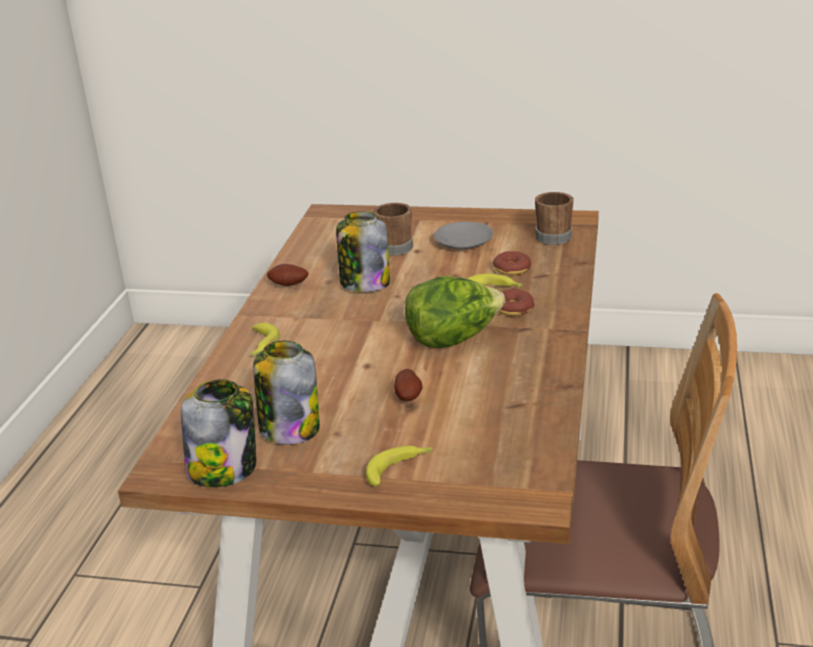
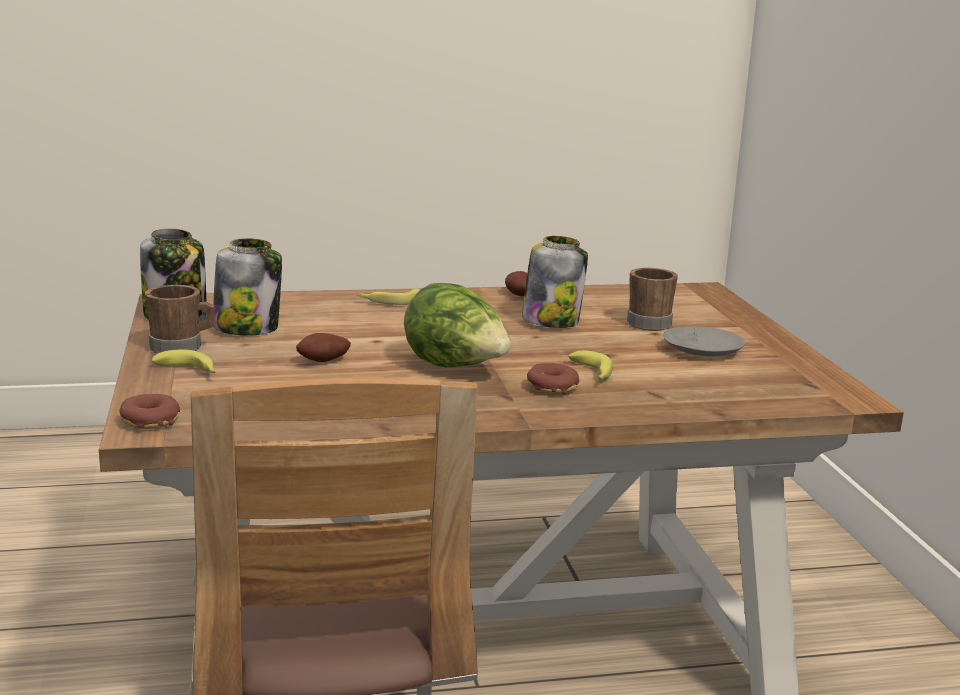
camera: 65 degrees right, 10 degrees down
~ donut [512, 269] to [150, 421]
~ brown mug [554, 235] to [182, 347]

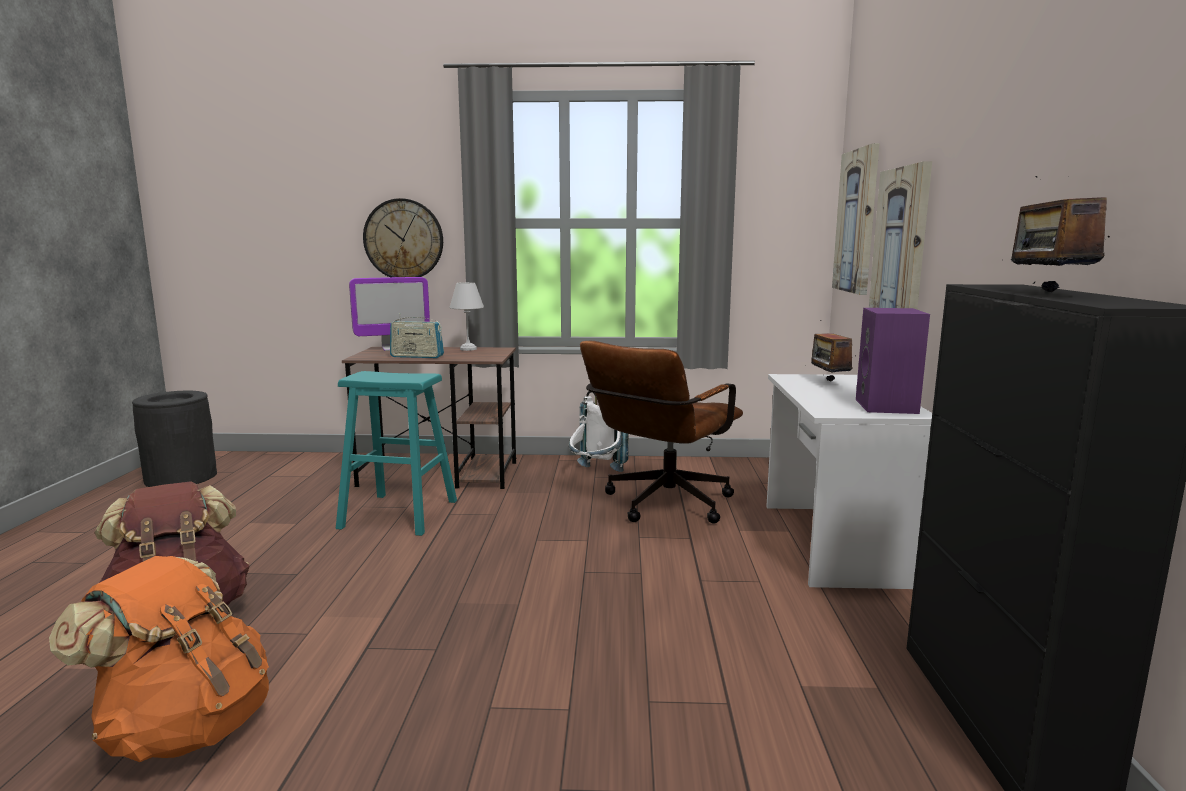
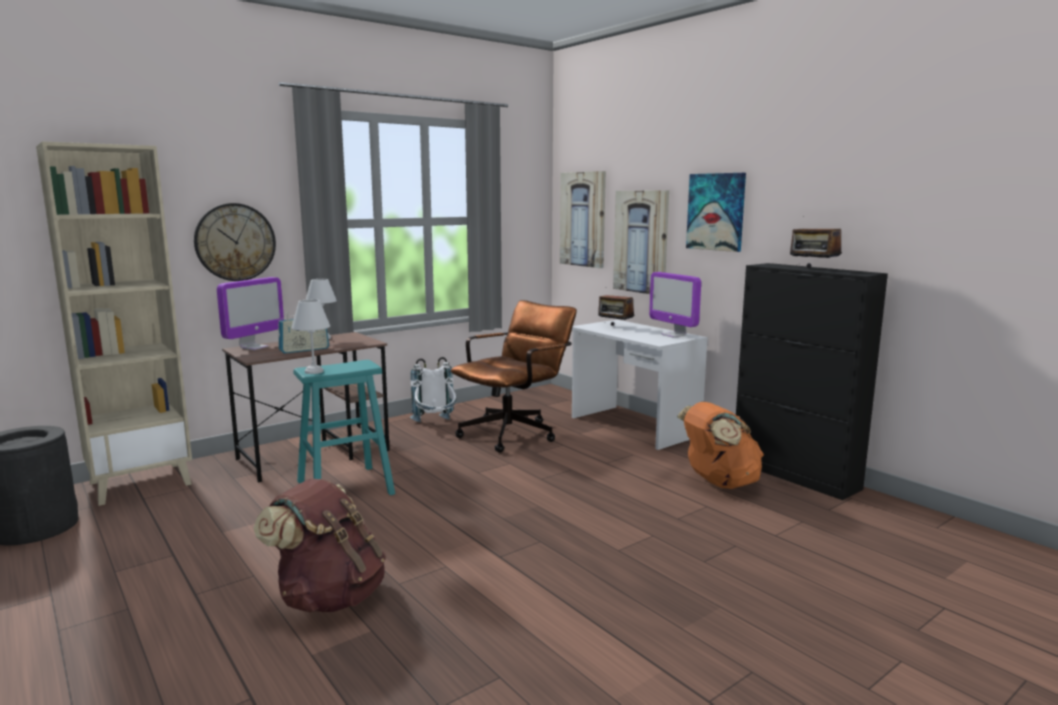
camera: 40 degrees left, 0 degrees up
~ orange backpack [185, 728] to [719, 483]
~ brown office chair [661, 506] = [514, 432] 135 degrees counterclockwise
~ purple speaker [888, 407] to monitor [673, 335]
+ beige bookcase [141, 483]
+ white table lamp [313, 371]
+ picture [716, 212]

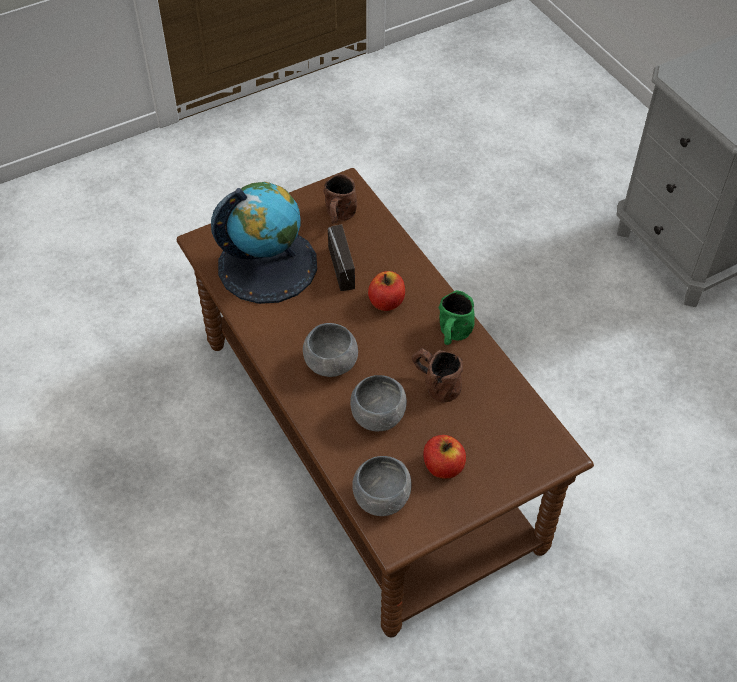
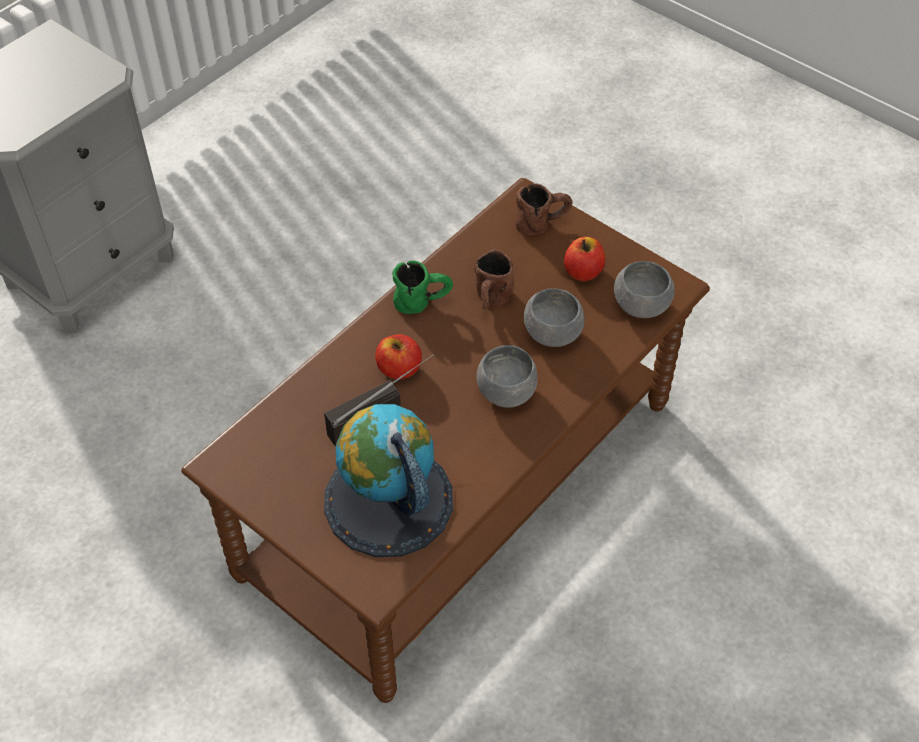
camera: 110 degrees left, 0 degrees up
~ brown mug [339, 217] to [542, 223]

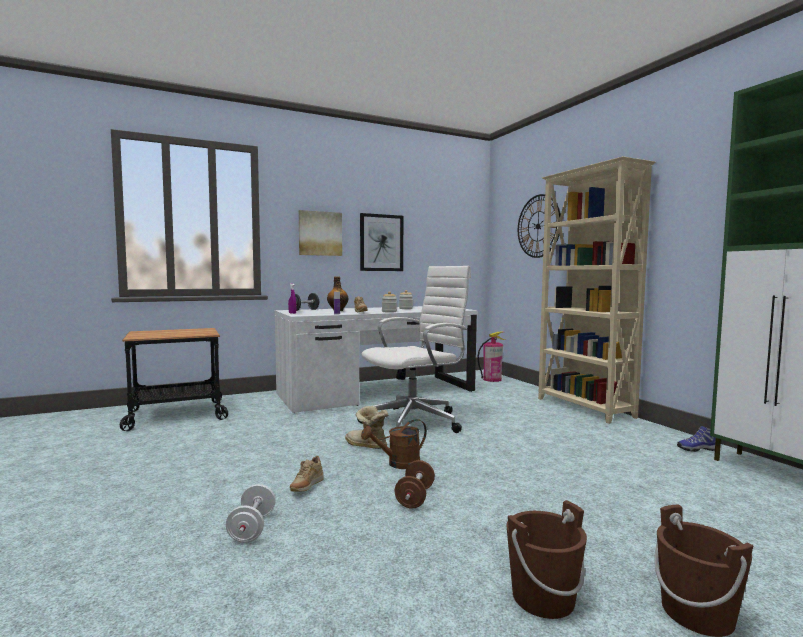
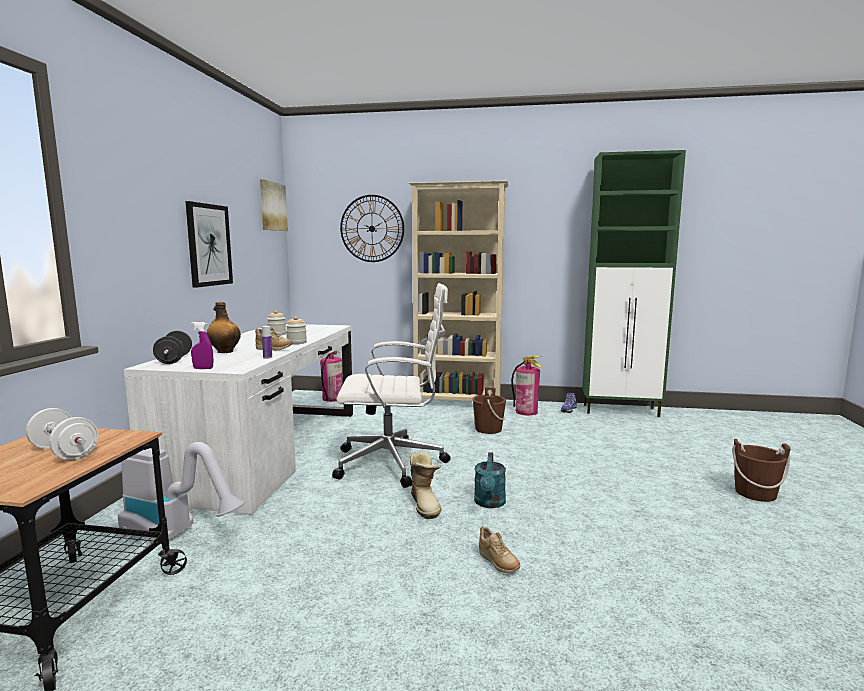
camera: 55 degrees left, 5 degrees up
~ white dumbbell [252, 528] to [64, 452]
~ picture [320, 233] to [272, 206]
~ boot [366, 446] = [426, 504] 90 degrees counterclockwise
~ white office chair [415, 422] = [393, 463] 90 degrees clockwise
~ brown watering can [398, 464] to turquoise watering can [489, 503]
- brown dumbbell [415, 498]
~ brown bucket [543, 597] to [488, 429]
+ vacuum cleaner [177, 534]
+ fire extinguisher [526, 412]

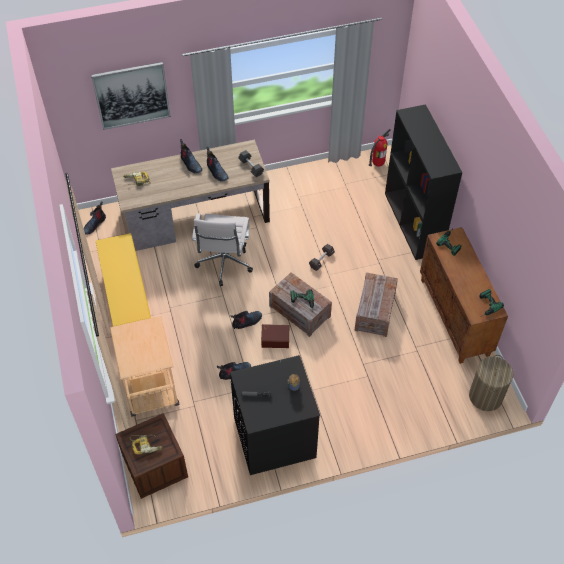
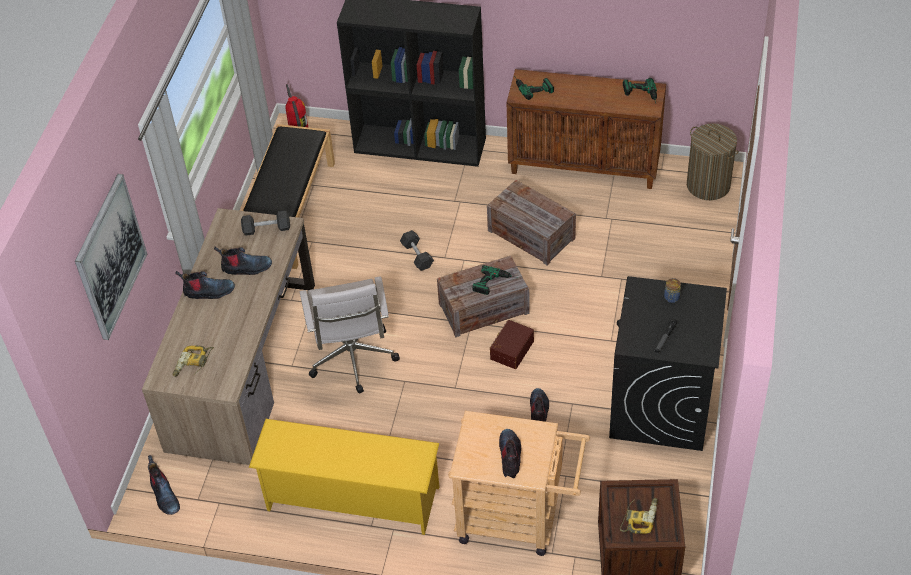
camera: 60 degrees left, 5 degrees down
~ white office chair [224, 265] = [353, 361] 45 degrees clockwise
~ boot [247, 322] to [510, 456]
+ black bench [289, 210]

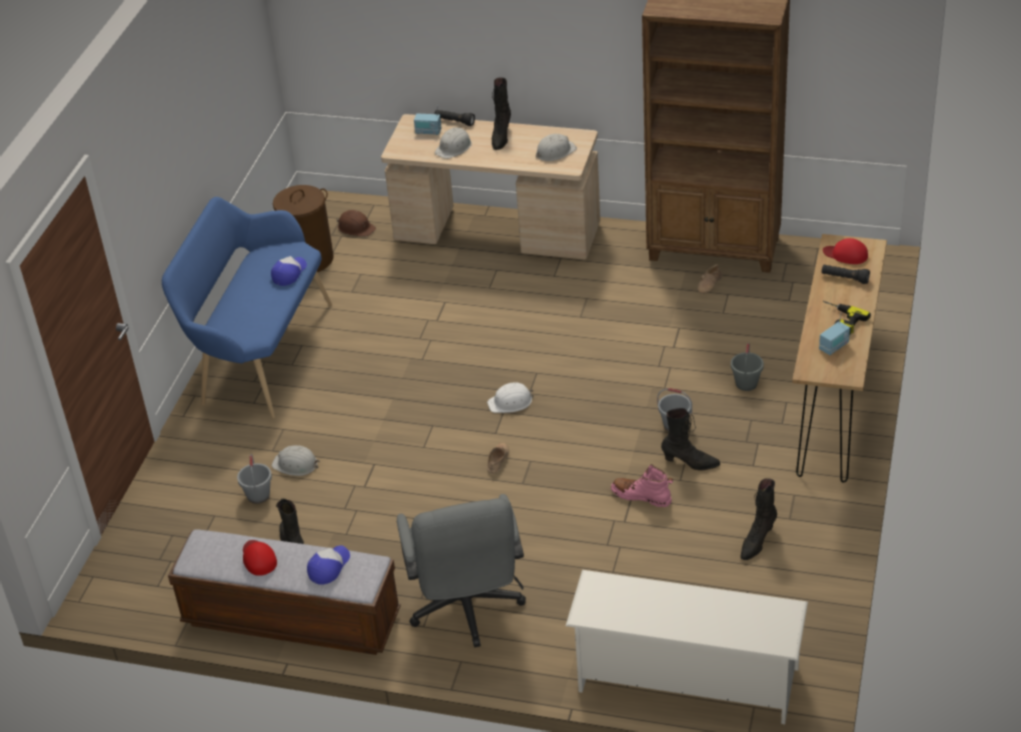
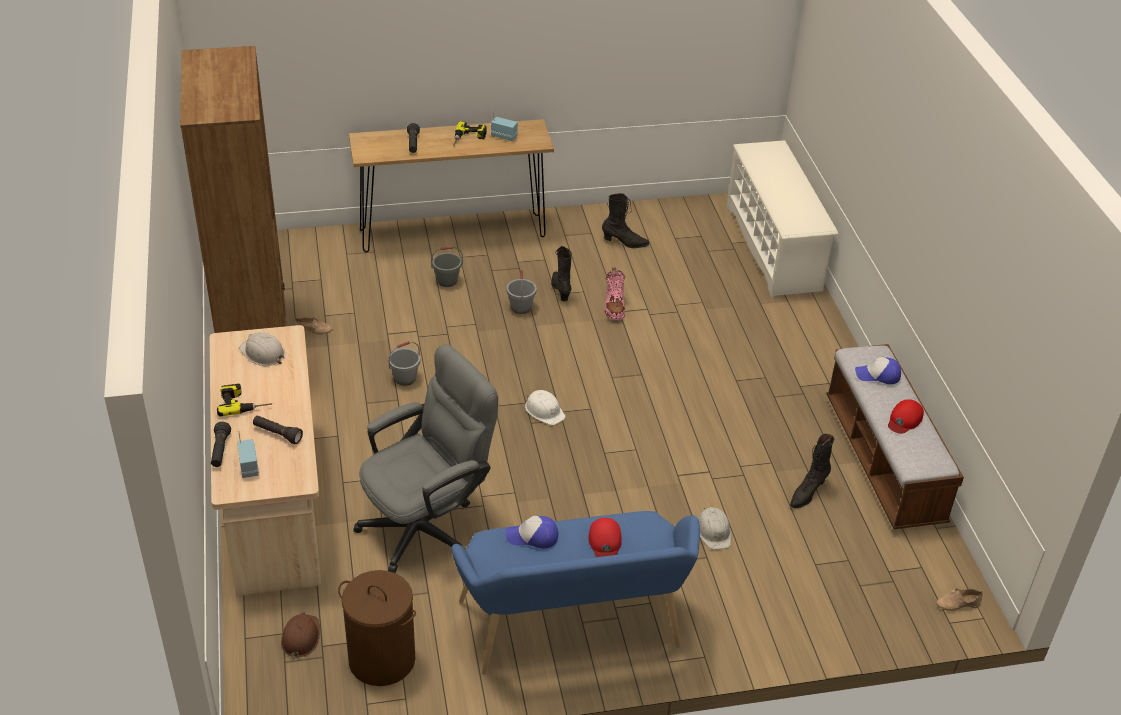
camera: 120 degrees left, 0 degrees up
~ grey bucket [258, 495] to [405, 378]
~ grey office chair [467, 610] to [428, 524]
~ white hard hat [454, 147] to black flashlight [277, 434]
~ beige shoe [497, 460] to [958, 604]
~ black boot [501, 137] to power drill [244, 402]
~ red cap [846, 254] to [605, 542]

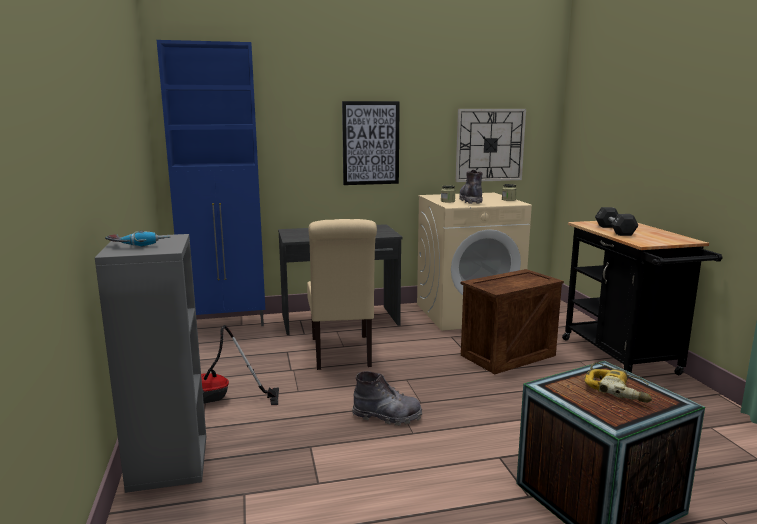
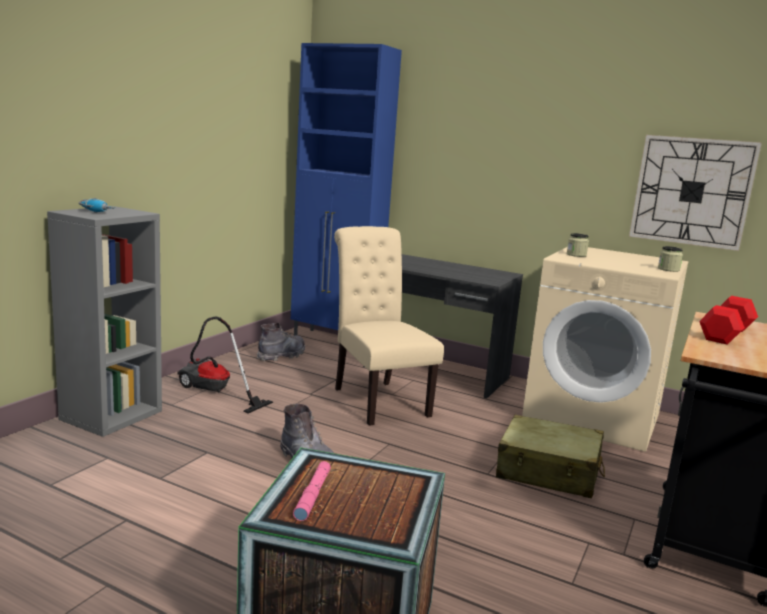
camera: 40 degrees right, 0 degrees up
~ beige chair [342, 354] = [377, 399] 120 degrees clockwise
- picture [370, 143]
~ grey boot [471, 201] to [282, 356]
~ crate [508, 355] to beige suitcase [548, 472]
- power drill [618, 390]
~ black dumbbell [614, 230] to red dumbbell [726, 334]
+ pink flashlight [313, 495]

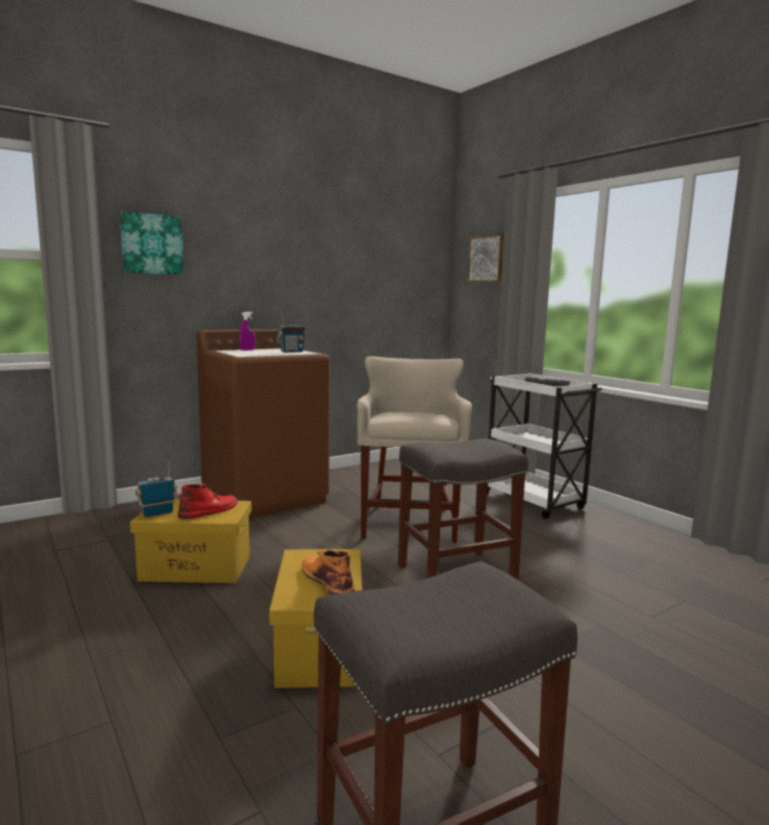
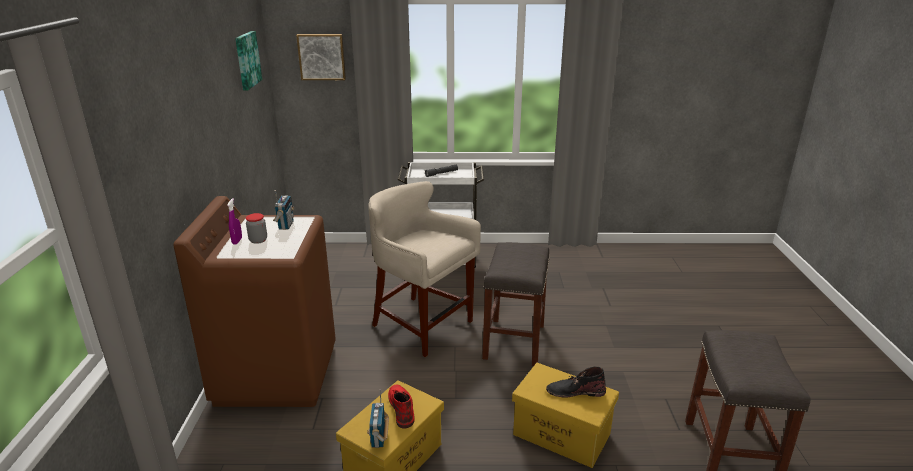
camera: 55 degrees left, 15 degrees up
~ picture [152, 244] to [246, 60]
~ orange boot [327, 580] to black boot [575, 391]
+ jar [258, 240]

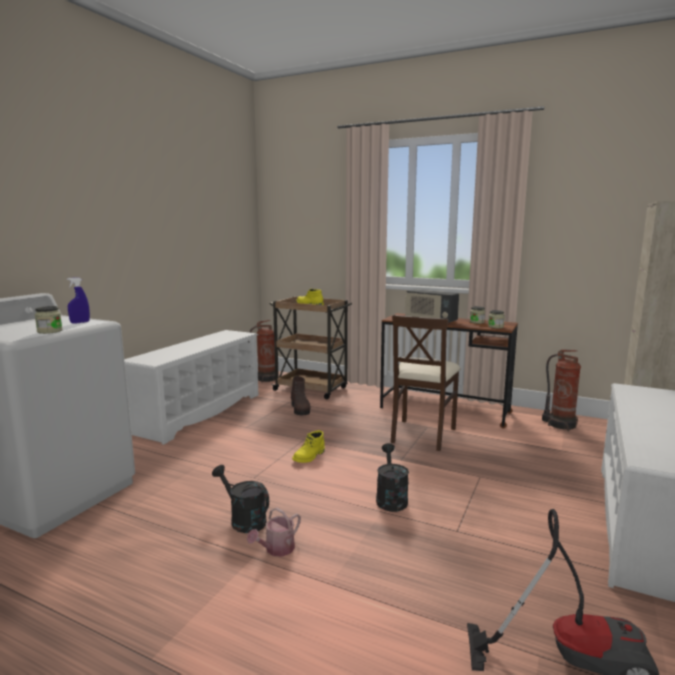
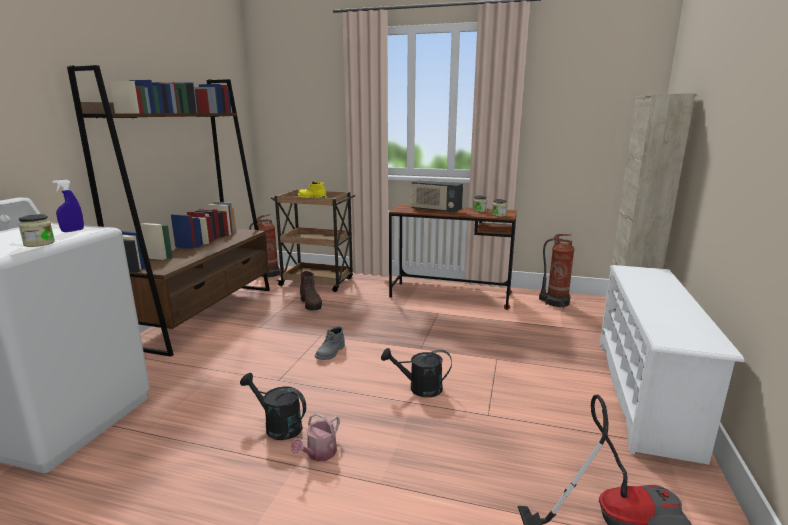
camera: 10 degrees left, 5 degrees up
~ white shoe rack [200, 413] to brown bookcase [206, 315]
~ yellow boot [309, 456] to grey boot [331, 353]
~ black watering can [390, 498] = [419, 388] 75 degrees counterclockwise
- beige chair [422, 434]

